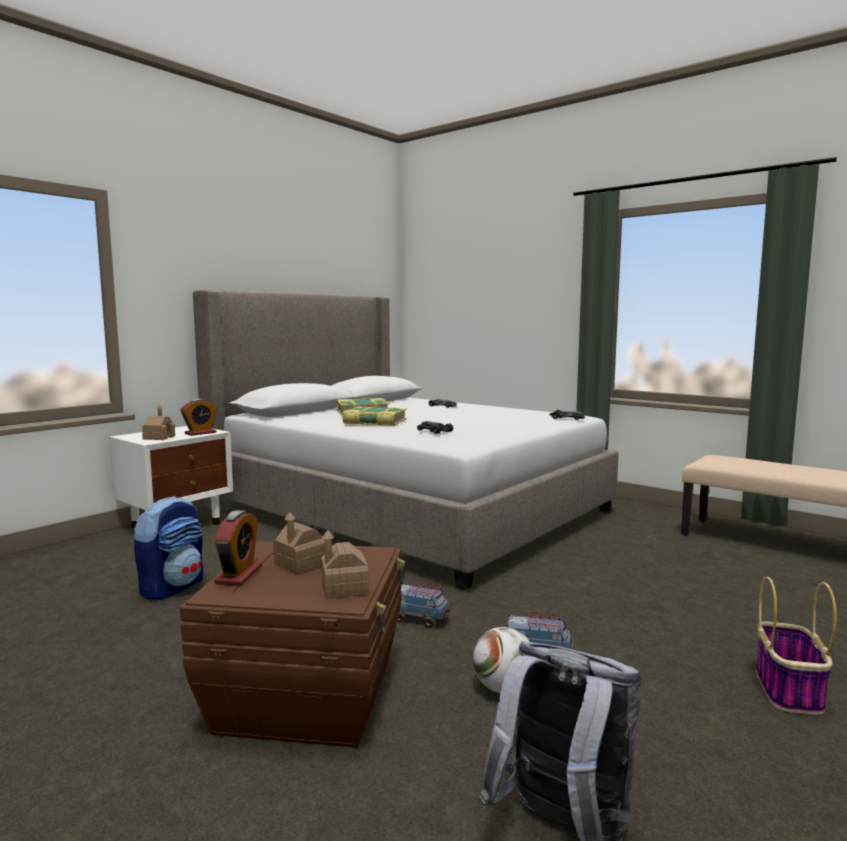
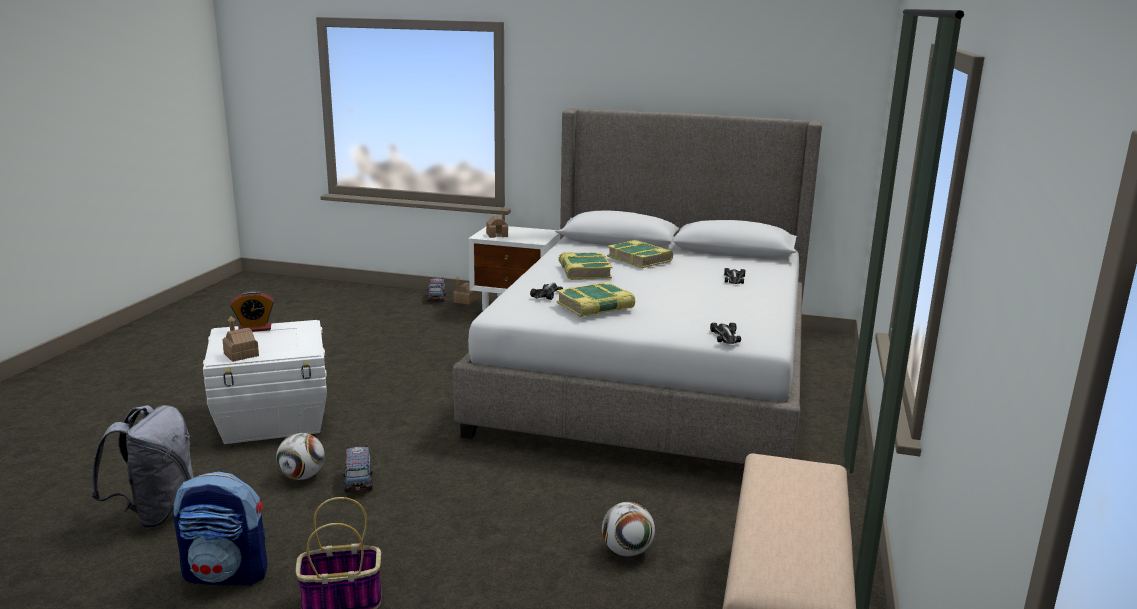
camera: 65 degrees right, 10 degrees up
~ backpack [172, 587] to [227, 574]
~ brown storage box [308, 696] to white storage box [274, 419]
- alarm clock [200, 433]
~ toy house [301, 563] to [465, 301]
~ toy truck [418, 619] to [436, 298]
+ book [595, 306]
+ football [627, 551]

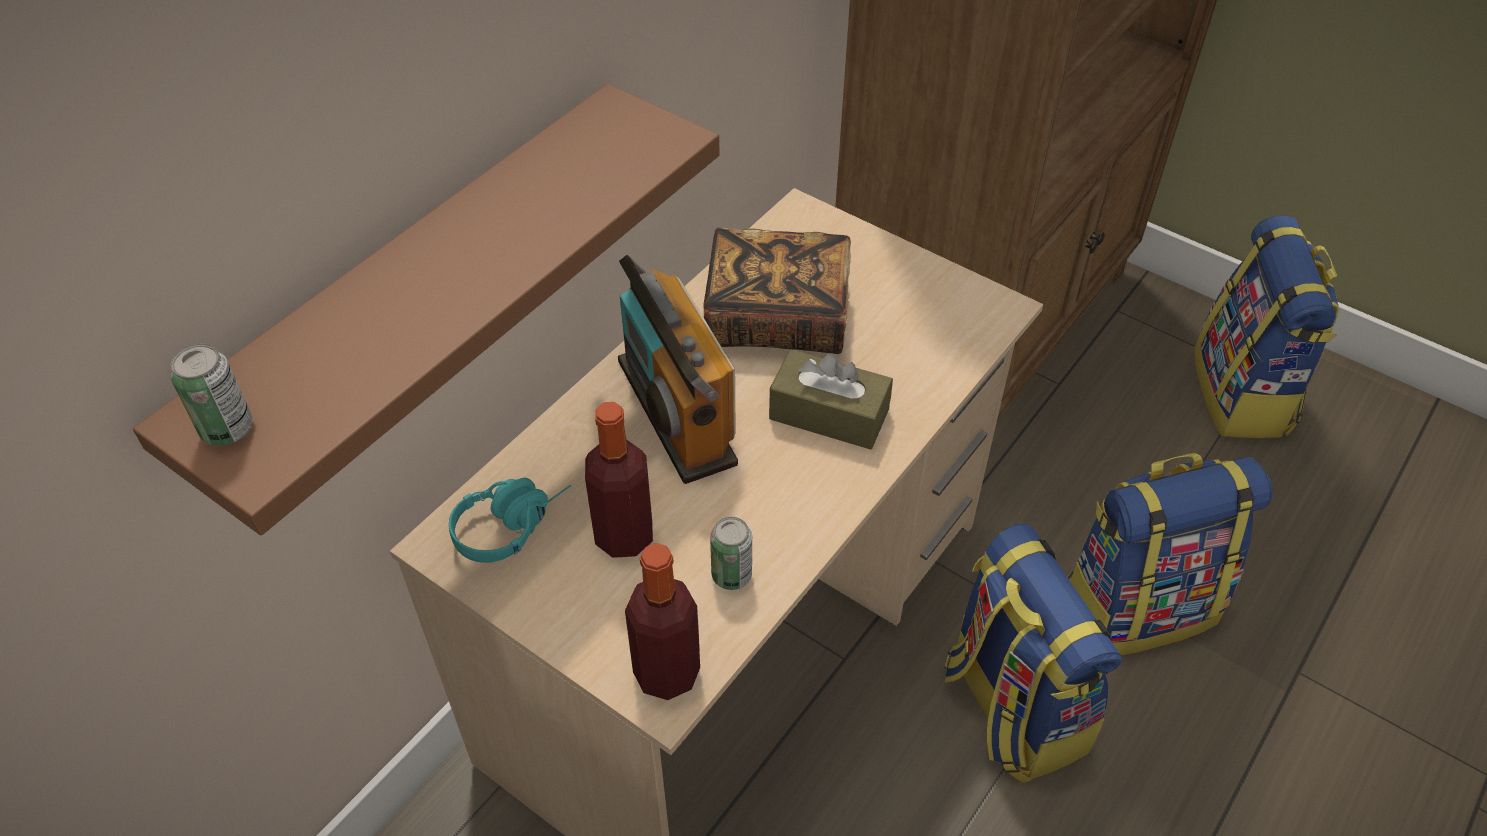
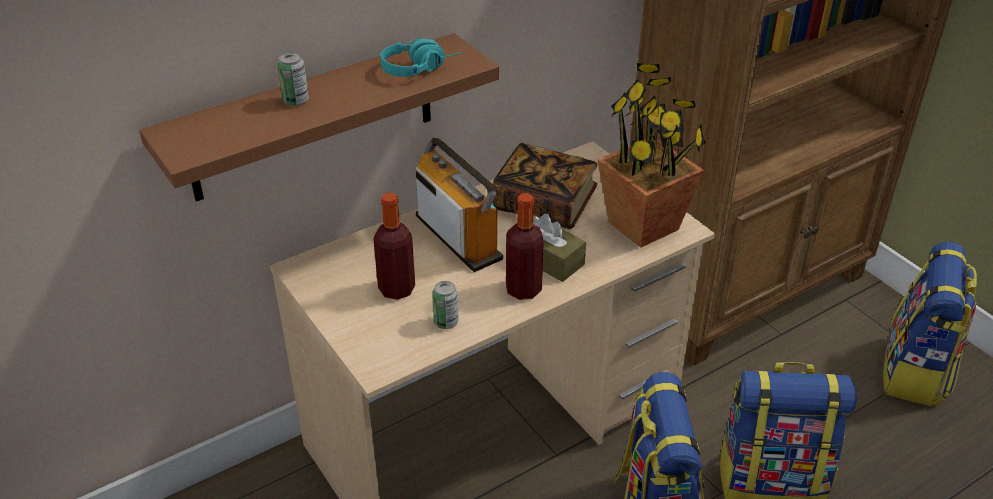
camera: 20 degrees right, 10 degrees down
~ can [227, 429] to [296, 101]
~ turquoise headphones [512, 523] to [420, 68]
~ radio [675, 412] = [458, 237] 150 degrees clockwise
~ bottle [667, 673] to [523, 289]
+ potted plant [644, 225]

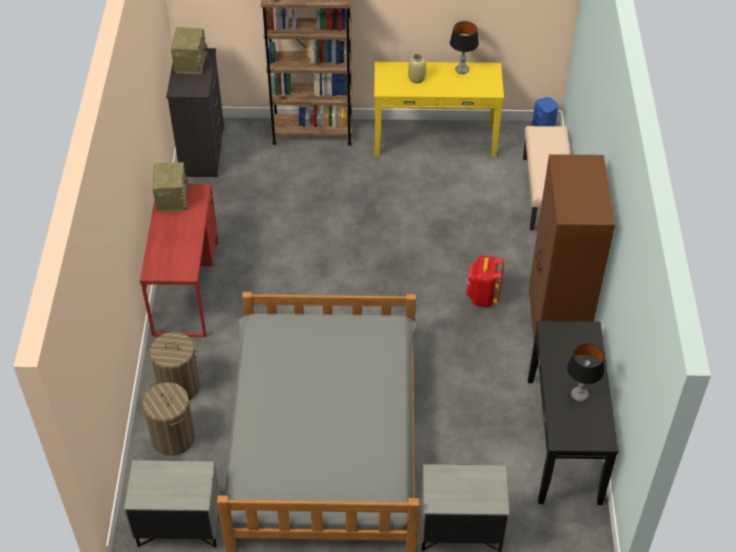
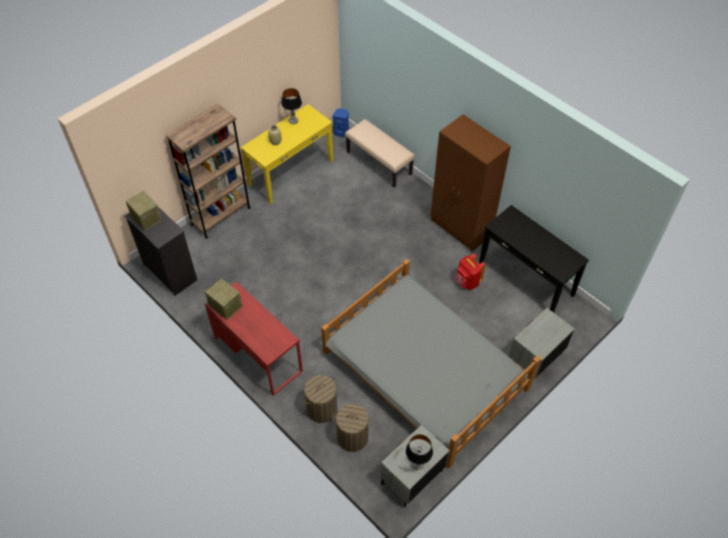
camera: 45 degrees left, 5 degrees up
~ red backpack [482, 297] to [467, 282]
~ table lamp [579, 395] to [417, 464]

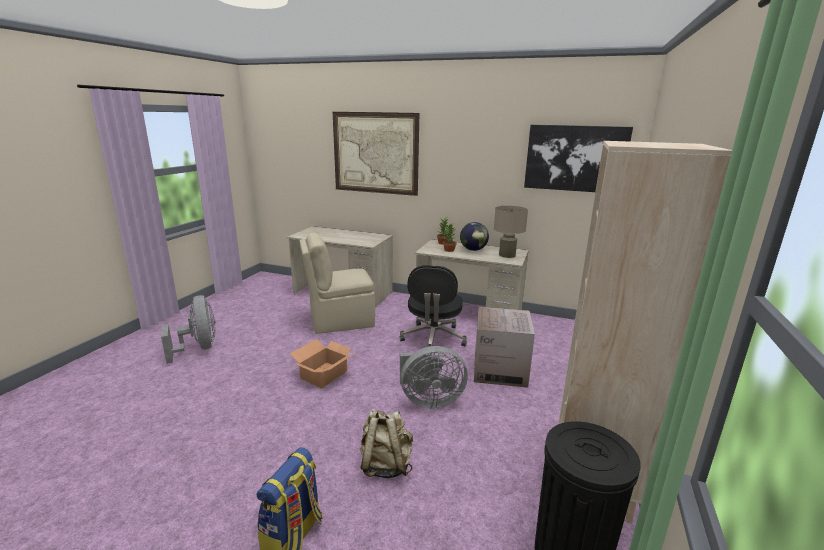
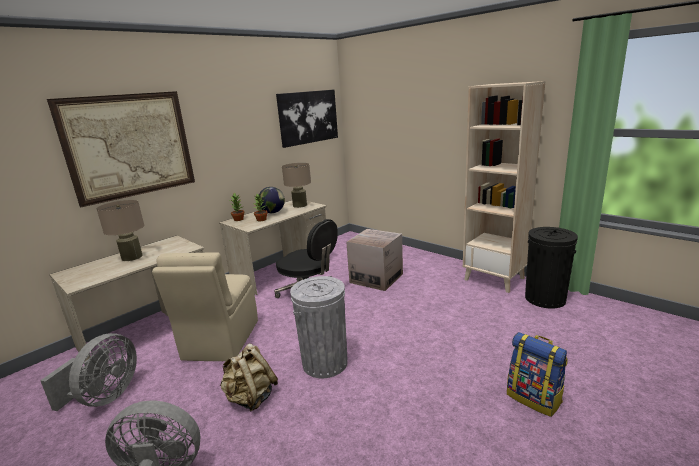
camera: 65 degrees left, 0 degrees up
~ cardboard box [324, 374] to grey trash can [325, 363]
~ beige backpack [385, 465] to [251, 398]
~ grey fan [429, 400] to [105, 397]
+ beige table lamp [132, 257]

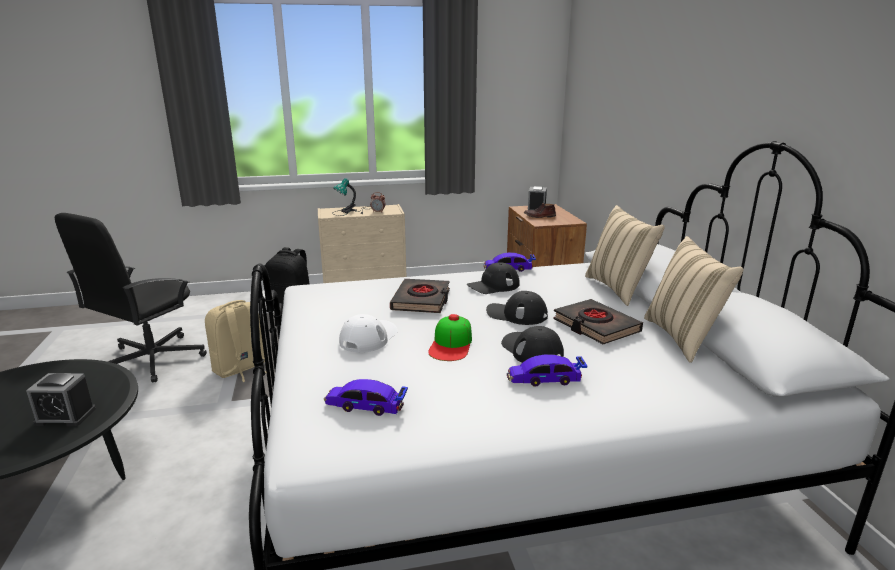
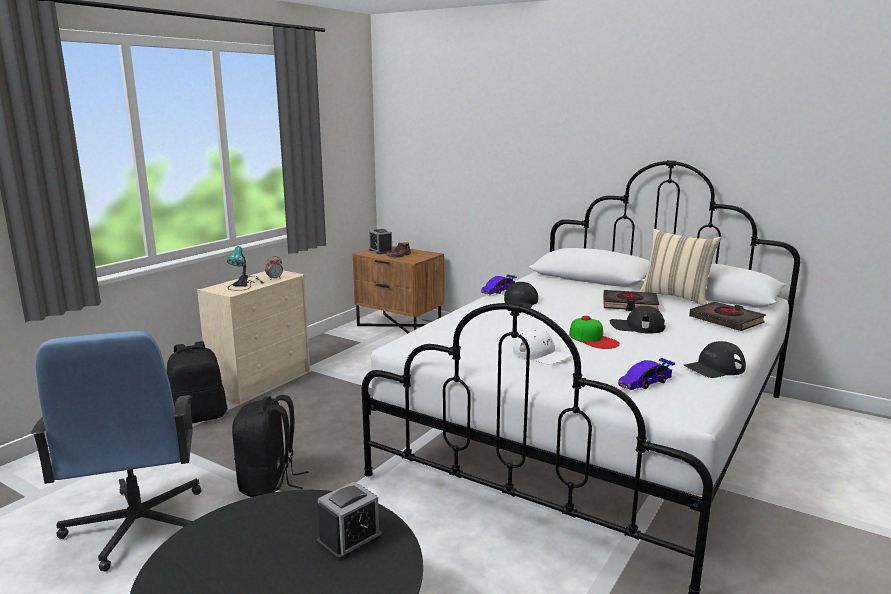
camera: 45 degrees left, 5 degrees down
~ black office chair [150, 360] to blue office chair [136, 526]
~ beige backpack [241, 369] to black backpack [269, 483]
~ white cap [368, 337] = [540, 354] 150 degrees clockwise
~ black book [421, 300] to [726, 320]
~ black cap [516, 314] to [714, 368]
- toy car [545, 379]
- beige pillow [618, 289]

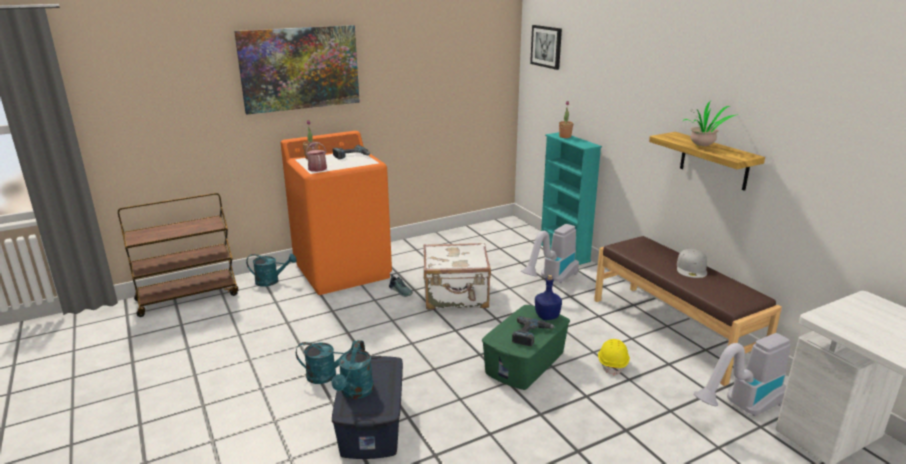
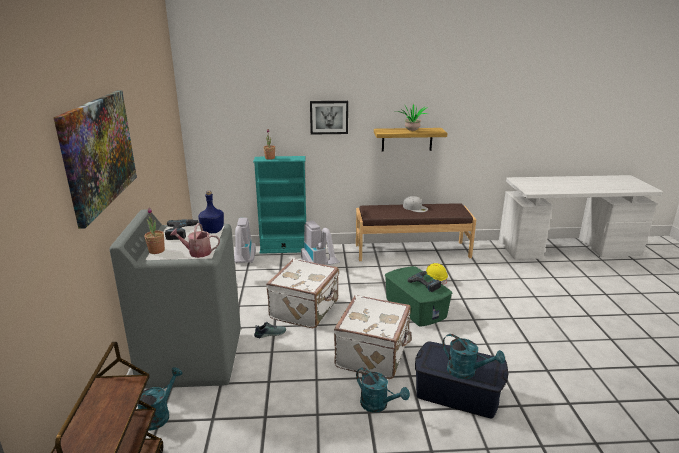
camera: 65 degrees left, 0 degrees up
~ orange washing machine [343, 270] to grey washing machine [192, 358]
~ turquoise watering can [327, 375] = [378, 405] 105 degrees clockwise
~ picture [546, 46] to [329, 117]
~ blue bottle [546, 316] to [212, 231]
~ vacuum cleaner [741, 408] to [244, 263]
+ white suitcase [374, 354]

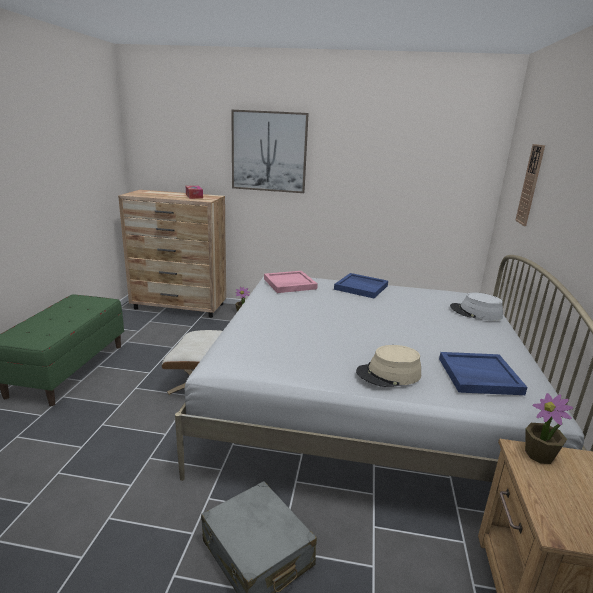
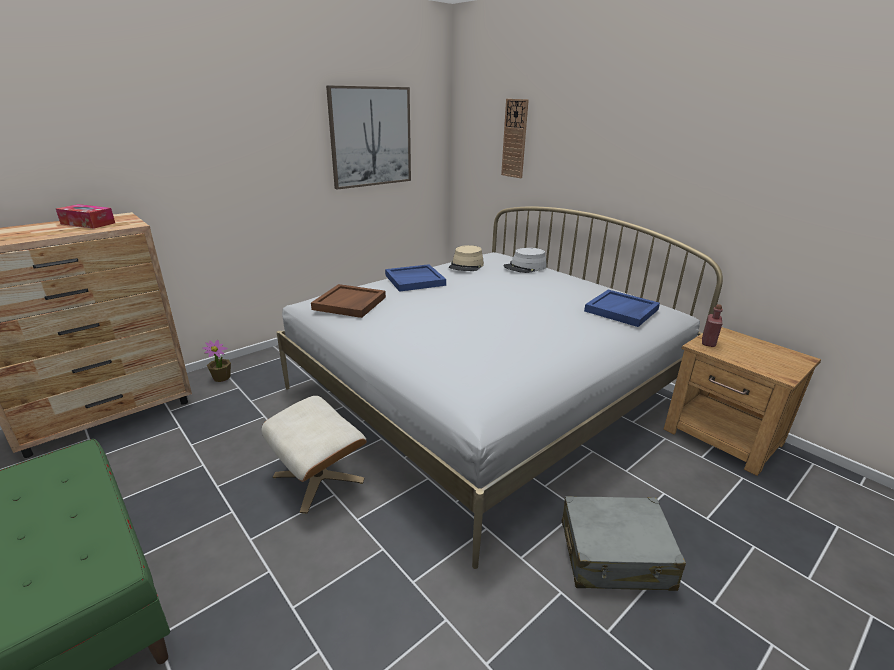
camera: 50 degrees left, 5 degrees up
~ picture [269, 152] to [371, 137]
~ pink tray [289, 284] to brown tray [350, 303]
~ beige hat [388, 374] to [466, 265]
~ potted plant [539, 455] to red bottle [708, 342]

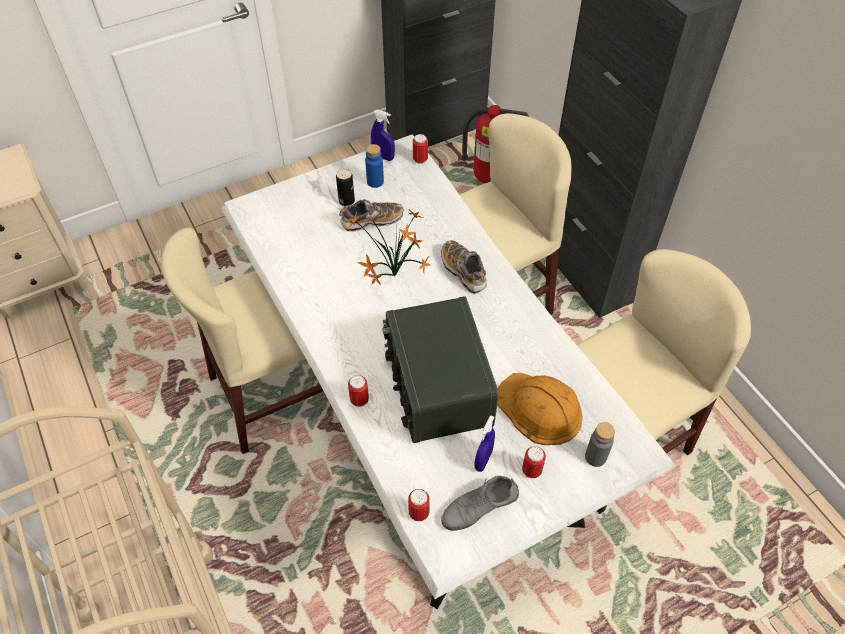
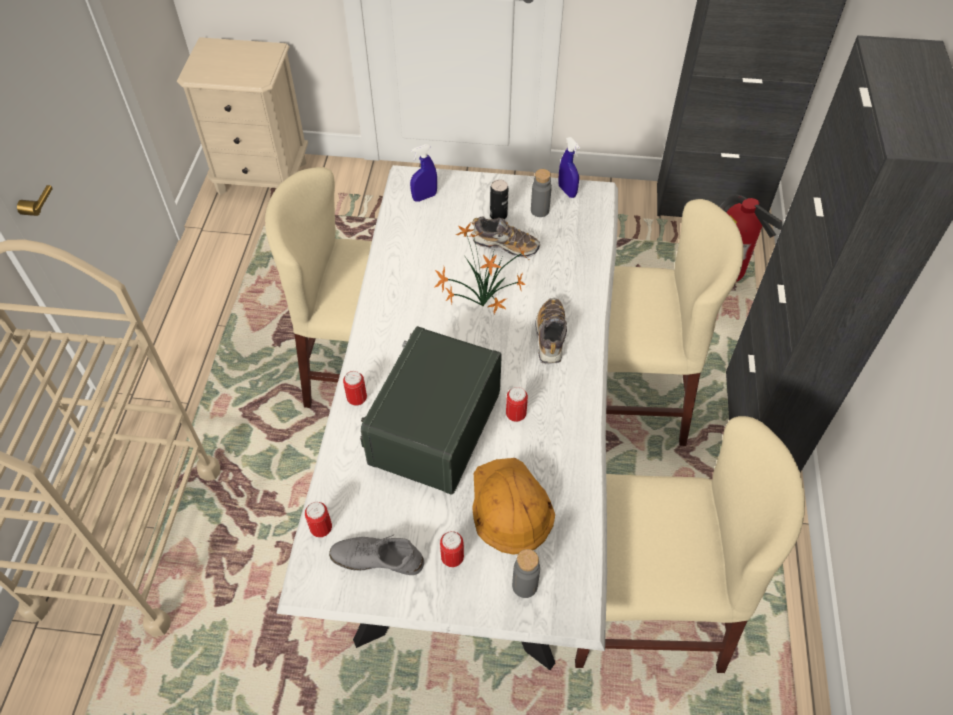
camera: 35 degrees right, 0 degrees up
~ blue bottle [375, 182] to grey bottle [540, 210]
~ can [420, 160] to [516, 415]
~ blue spray bottle [483, 460] to [424, 197]

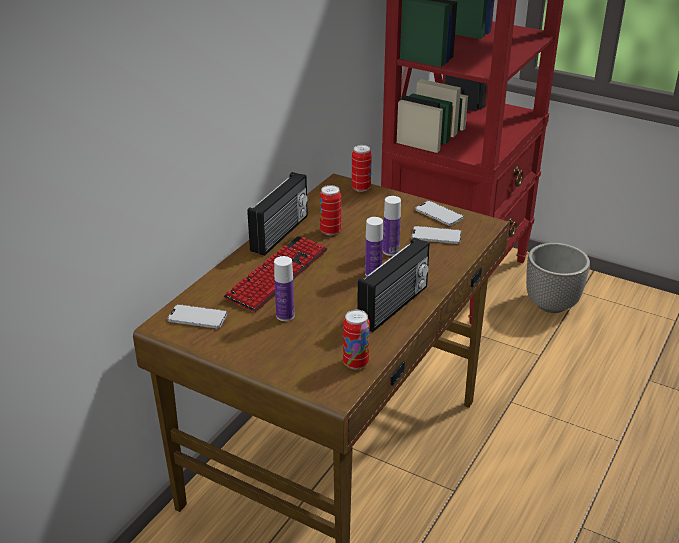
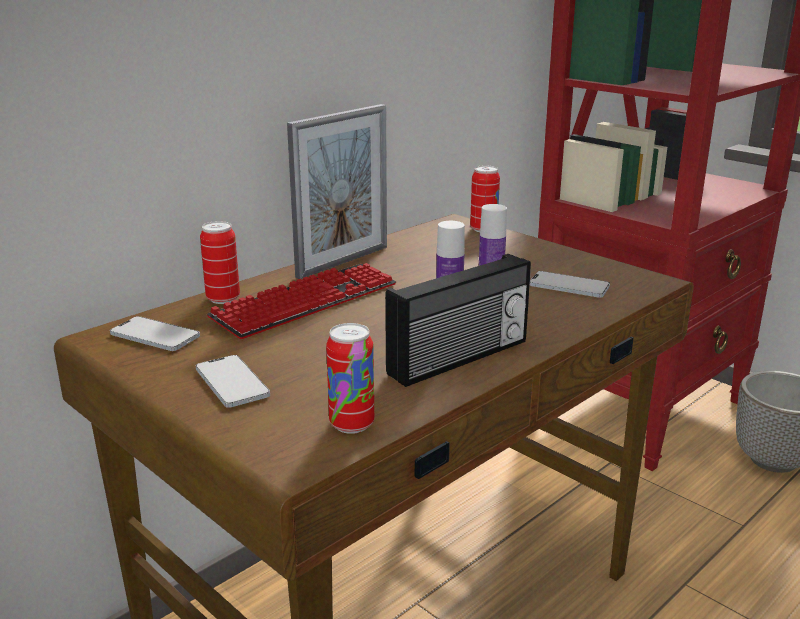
camera: 15 degrees right, 10 degrees down
~ radio [281, 233] to picture frame [343, 262]
- bottle [285, 315]
~ can [330, 231] to [223, 299]
~ phone [439, 214] to [232, 383]

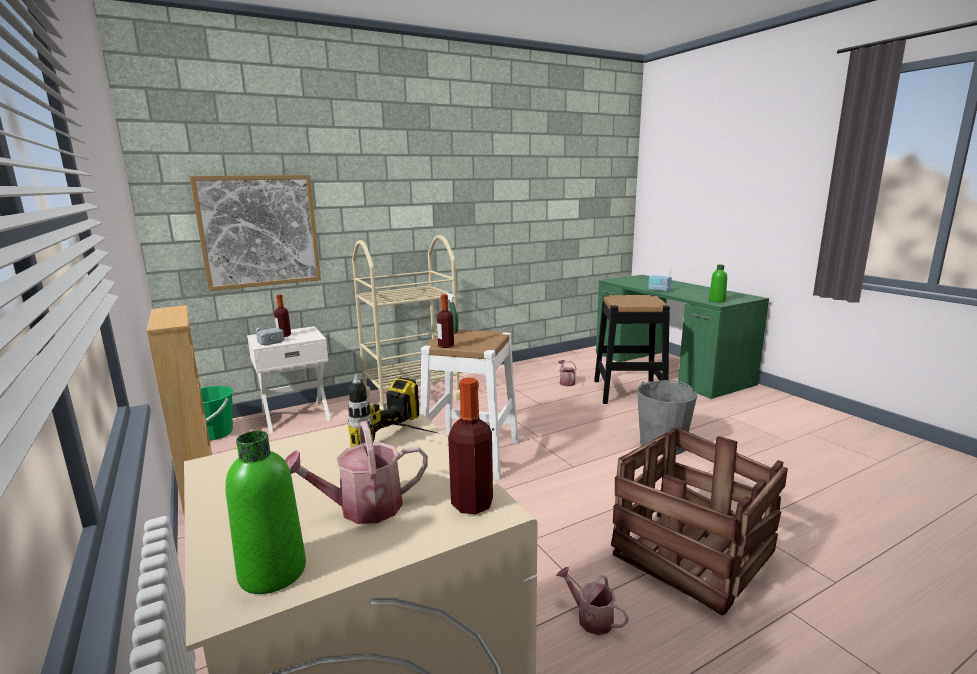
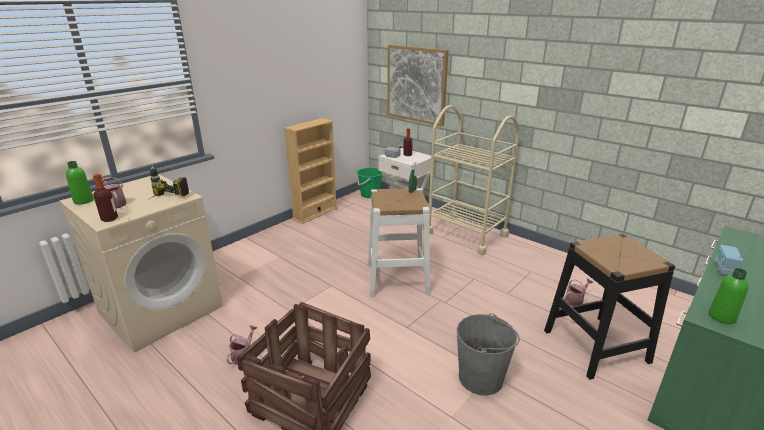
camera: 70 degrees right, 10 degrees up
- bottle [446, 346]

